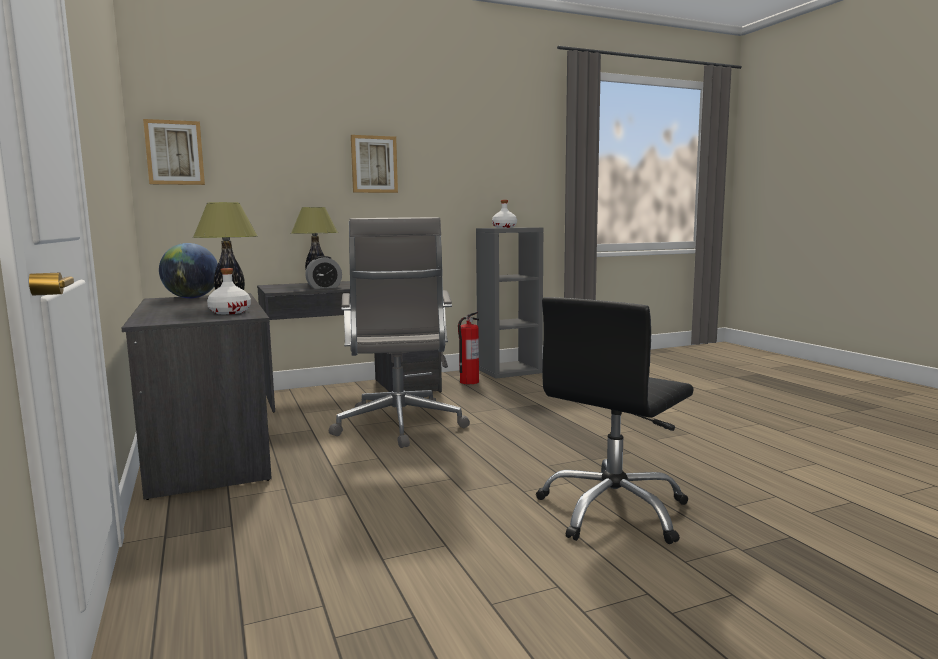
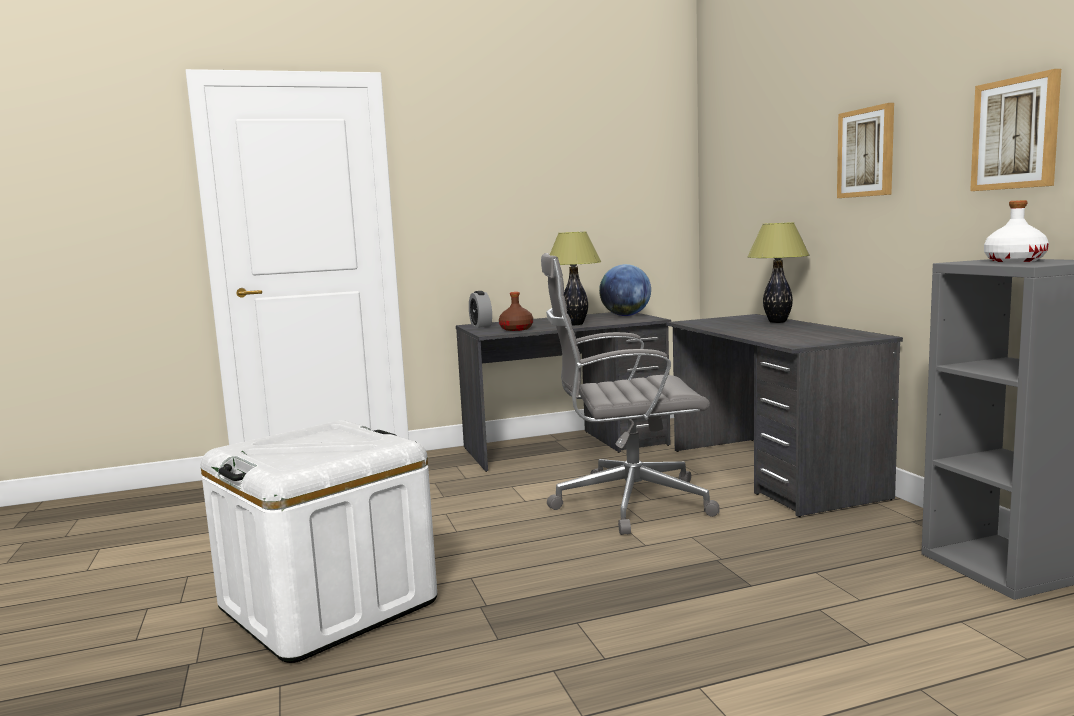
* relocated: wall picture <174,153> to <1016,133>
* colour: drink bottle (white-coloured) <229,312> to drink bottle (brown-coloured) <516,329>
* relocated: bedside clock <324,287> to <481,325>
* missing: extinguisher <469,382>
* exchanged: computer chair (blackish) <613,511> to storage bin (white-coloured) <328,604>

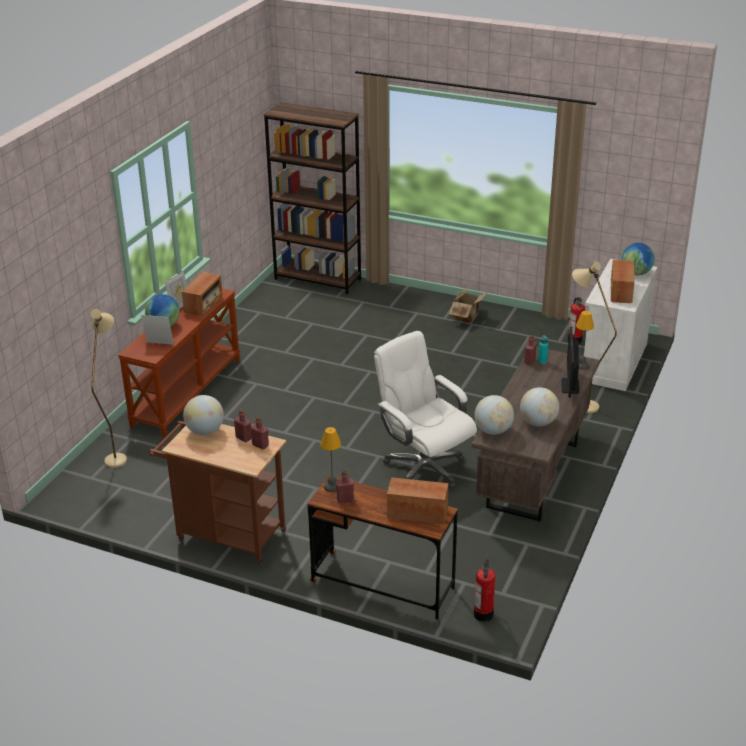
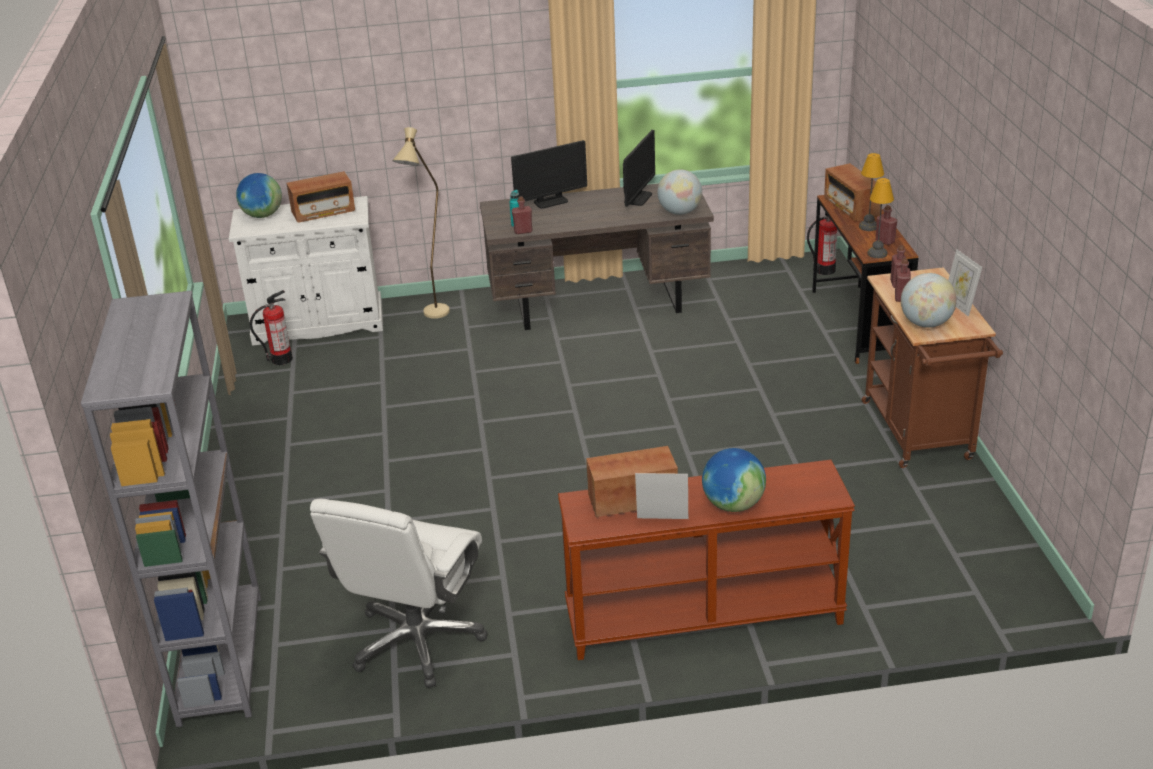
* missing: standing lamp (sand-coloured) <117,456>
* relocated: picture frame <159,344> to <959,306>
* colour: shelving unit (brown-coloured) <318,279> to shelving unit (gray) <220,658>
* relocated: computer chair (white-coloured) <423,467> to <417,641>
* missing: carton <468,317>
* exchanged: desk globe <538,422> to computer screen <638,198>
* relocated: table lamp <580,365> to <868,227>

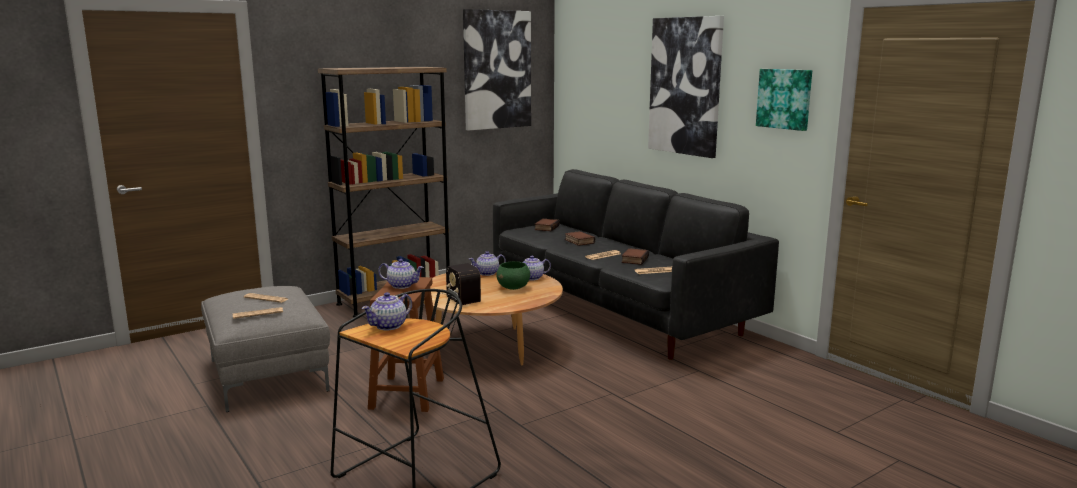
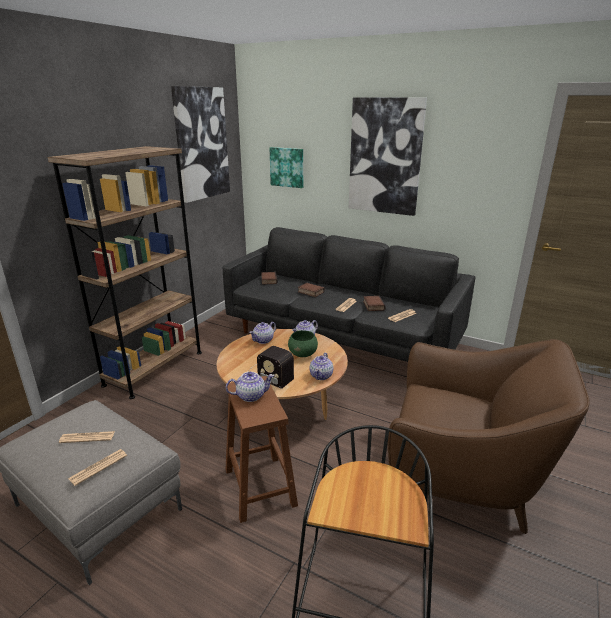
* relocated: pot for tea <389,326> to <321,375>
* relocated: wall picture <785,99> to <287,167>
* appeared: lounge chair (brown-coloured) <462,476>

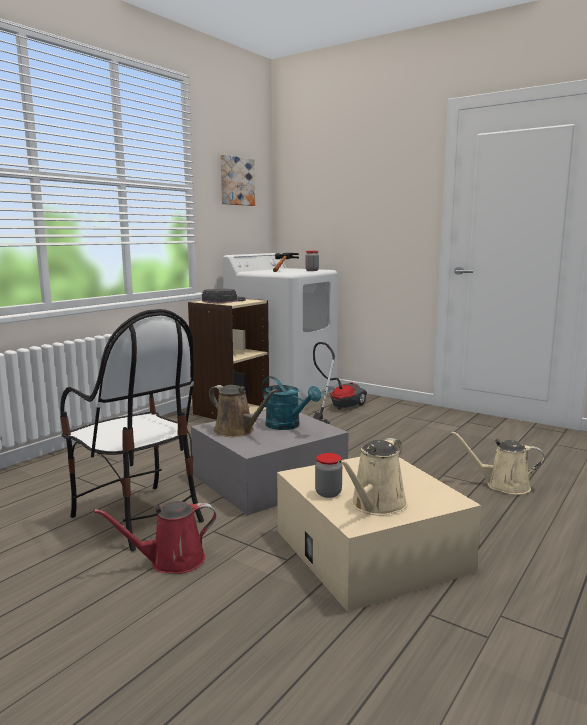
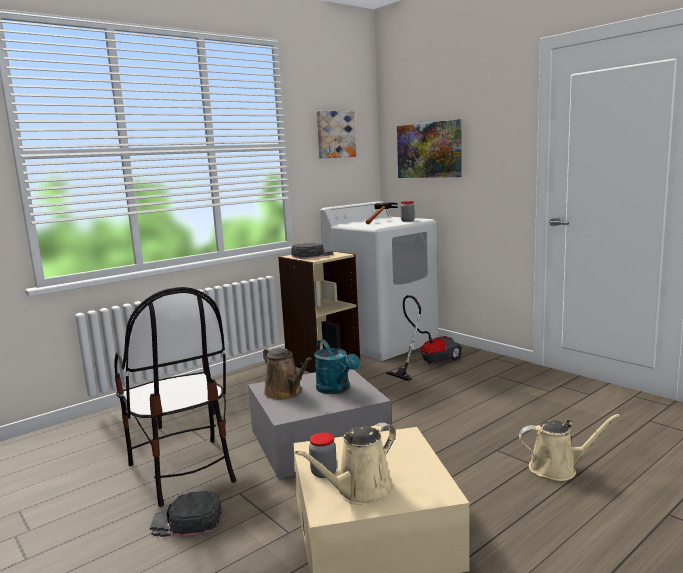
* exchanged: sprinkling can (red) <171,561> to baseball cap (blackish) <187,521>
* spun: sprinkling can (sand-coloured) <503,485> = <557,468> 150 degrees clockwise
* appeared: wall picture <429,150>

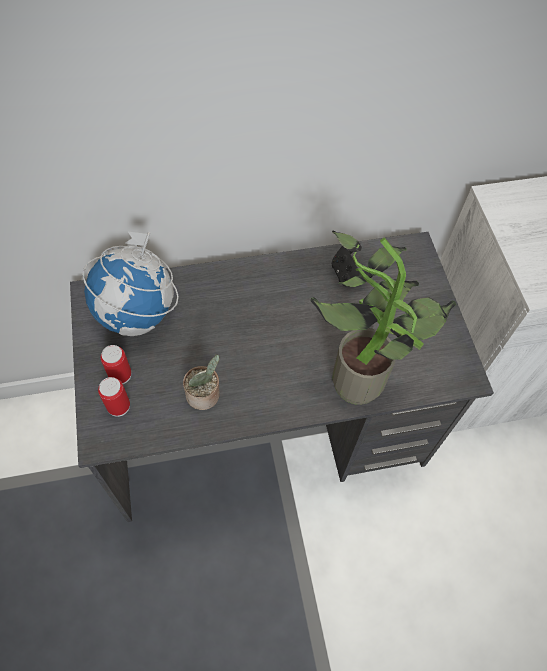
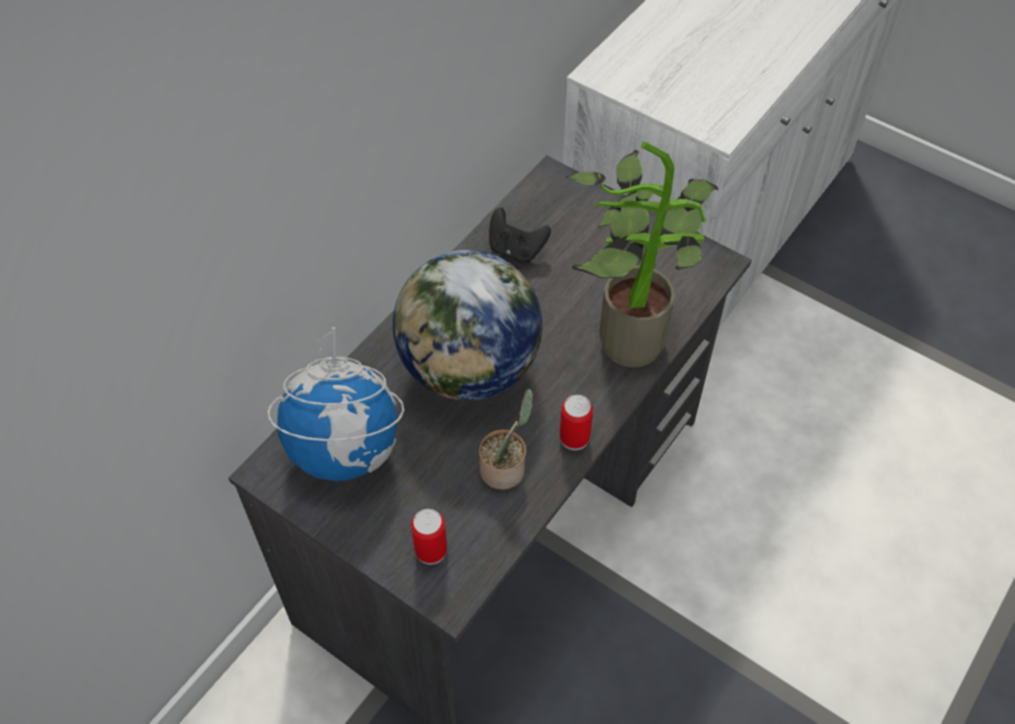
* relocated: metal can <120,375> to <574,438>
* appeared: desk globe <470,369>

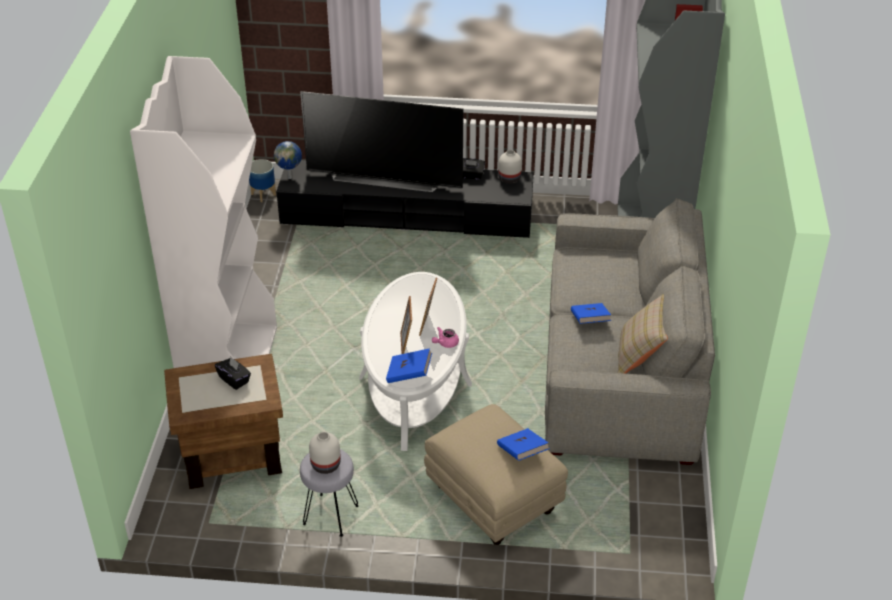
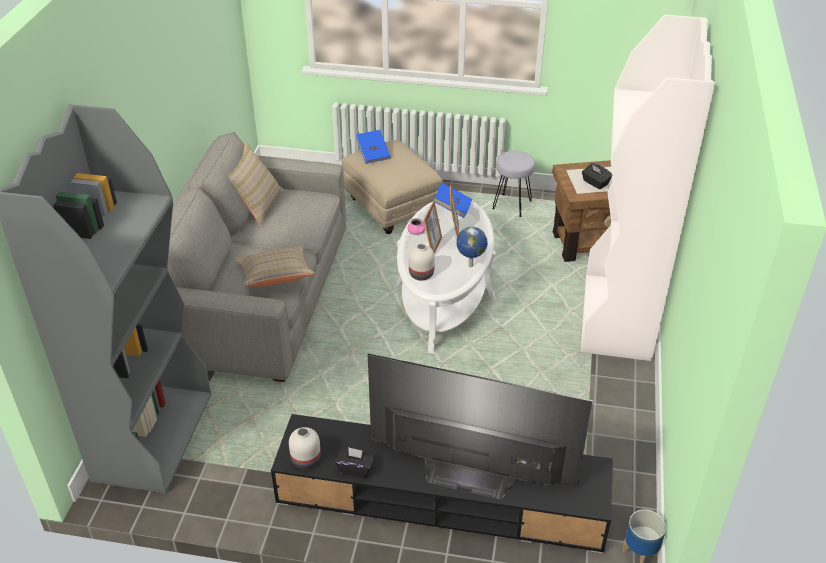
* relocated: desk globe <290,177> to <470,265>
* relocated: vase (white-coloured) <325,465> to <421,274>
* missing: book (blue) <589,321>
* appeared: cushion (sand-coloured) <276,277>

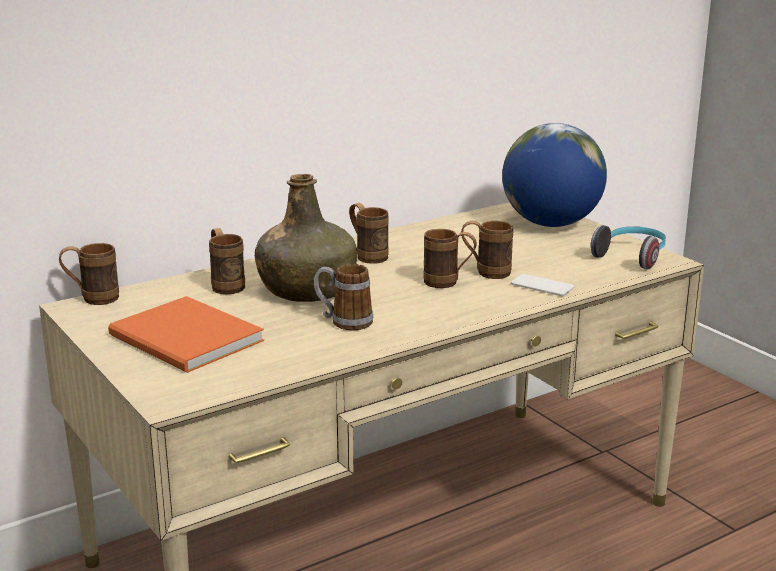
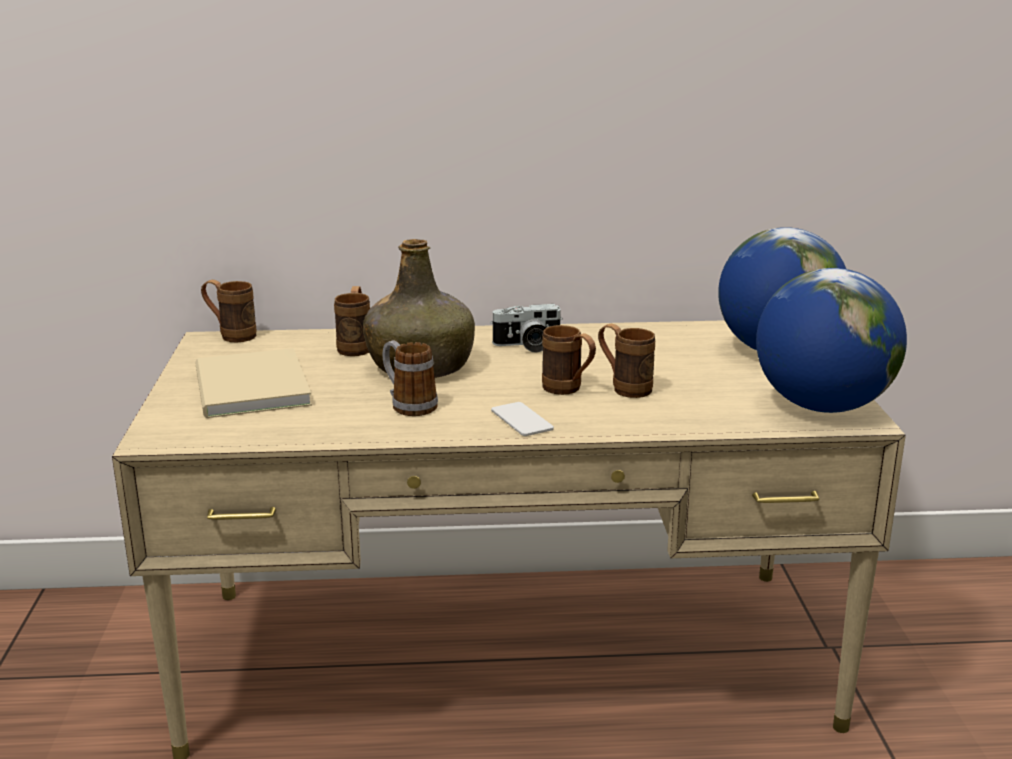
* colour: book (orange-coloured) <186,340> to book (sand-coloured) <248,389>
* exchanged: mug (brown-coloured) <367,255> to still camera <528,346>
* relocated: telephone <542,286> to <521,420>
* exchanged: pair of headphones <632,257> to desk globe <822,406>

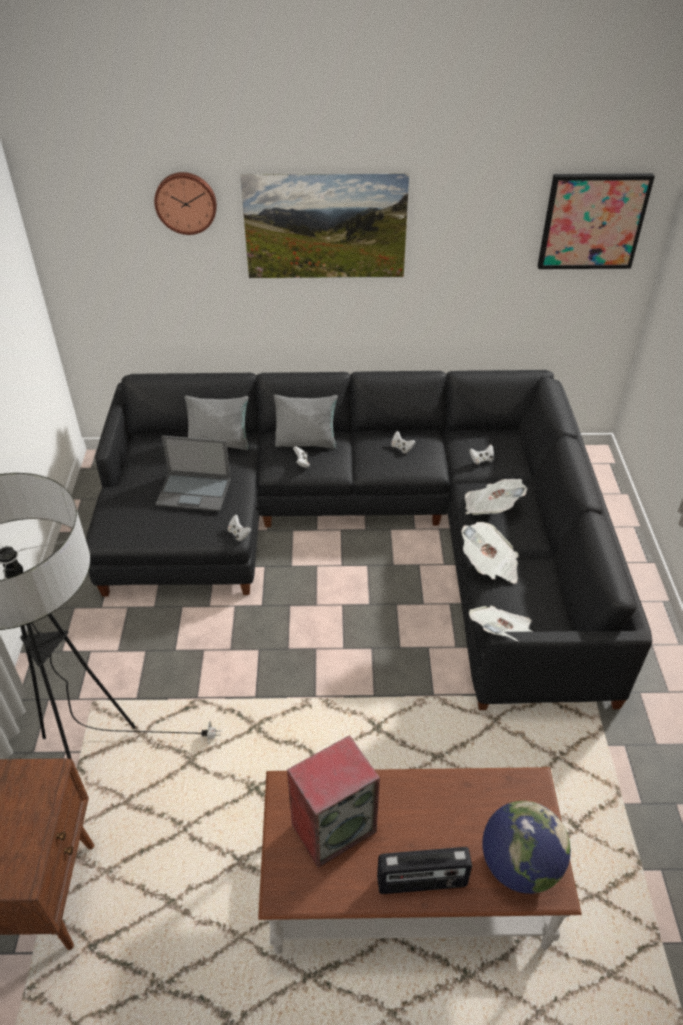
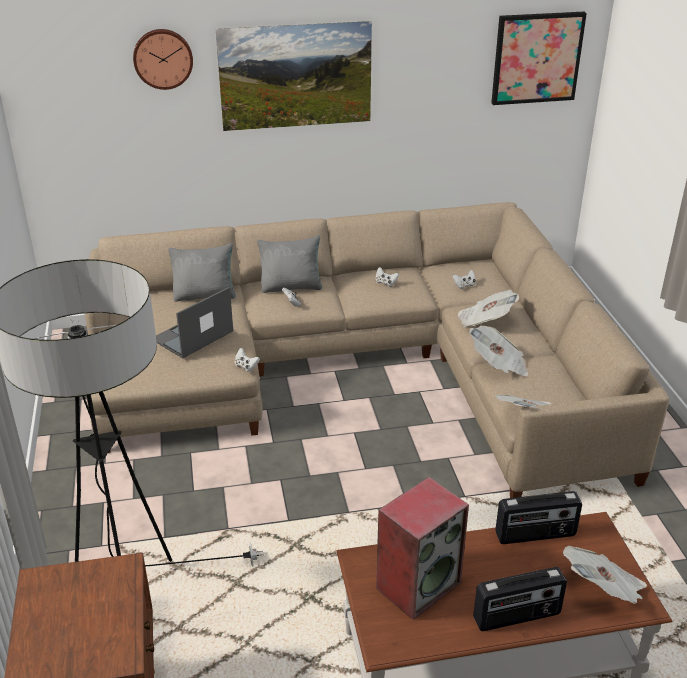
* colour: settee (blackish) <367,530> to settee (sand-coloured) <360,368>
* spun: portable computer <195,492> = <192,336> 135 degrees clockwise
* exchanged: desk globe <519,865> to newspaper <603,590>
* appeared: radio receiver <535,535>

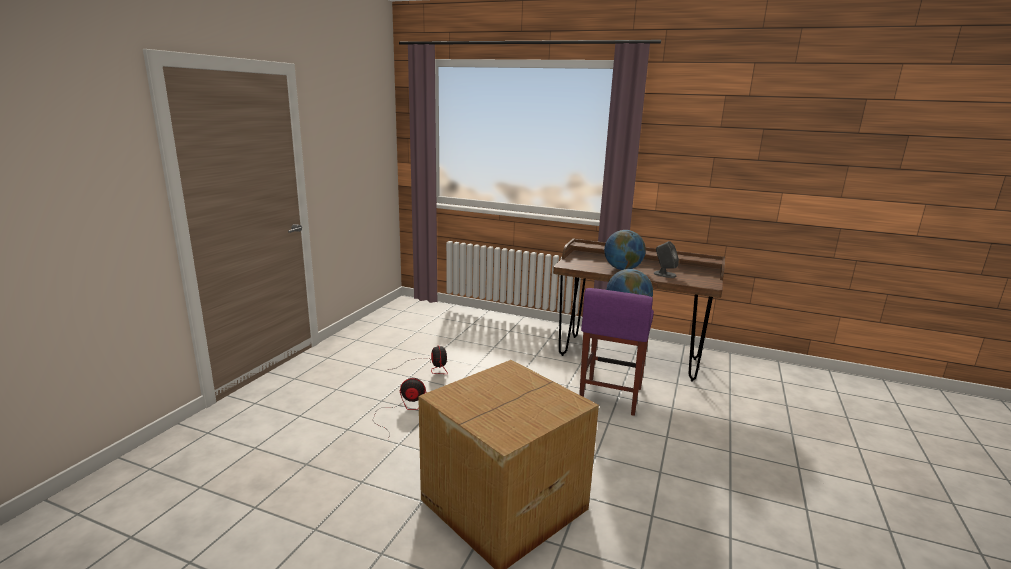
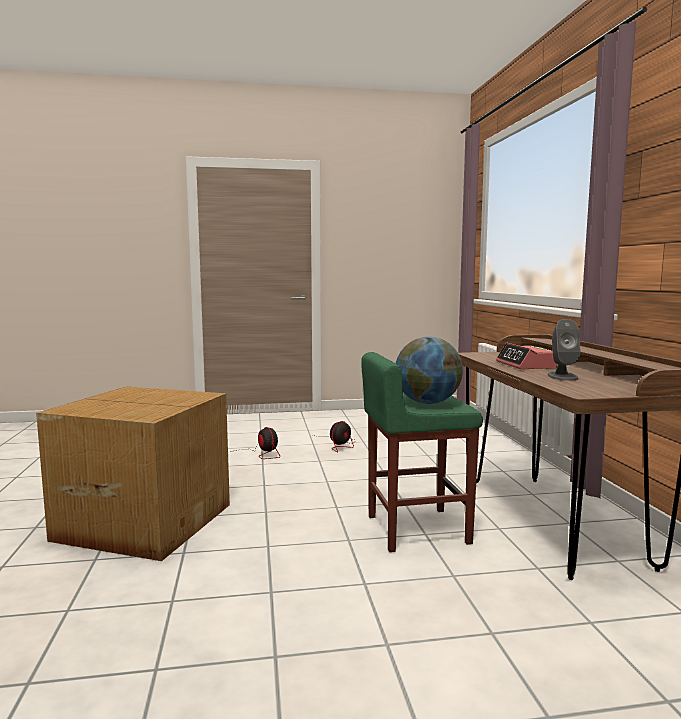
* colour: sitting stool (purplish) <610,396> to sitting stool (green-coloured) <415,529>
* exchanged: desk globe <622,269> to bedside clock <526,365>

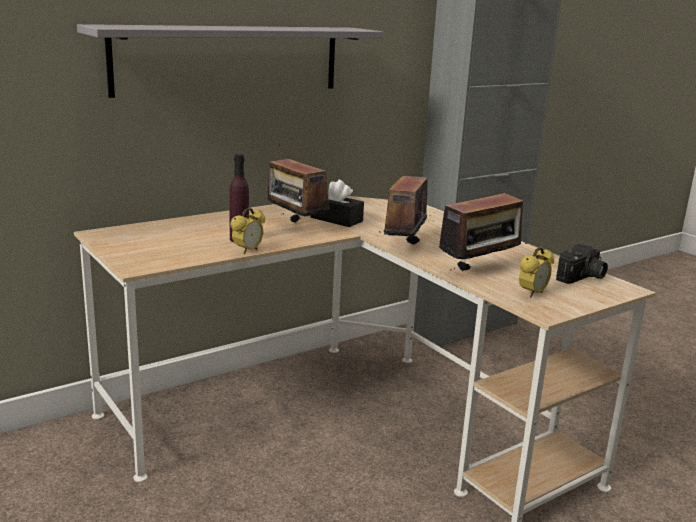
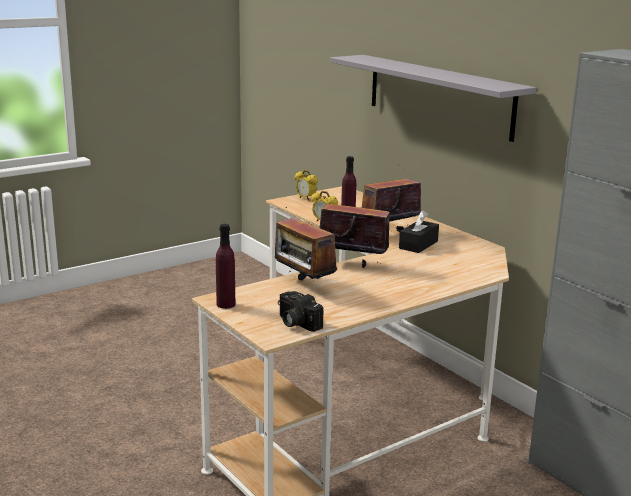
* relocated: bedside clock <532,294> to <305,198>
* appeared: drink bottle (purplish) <226,304>

